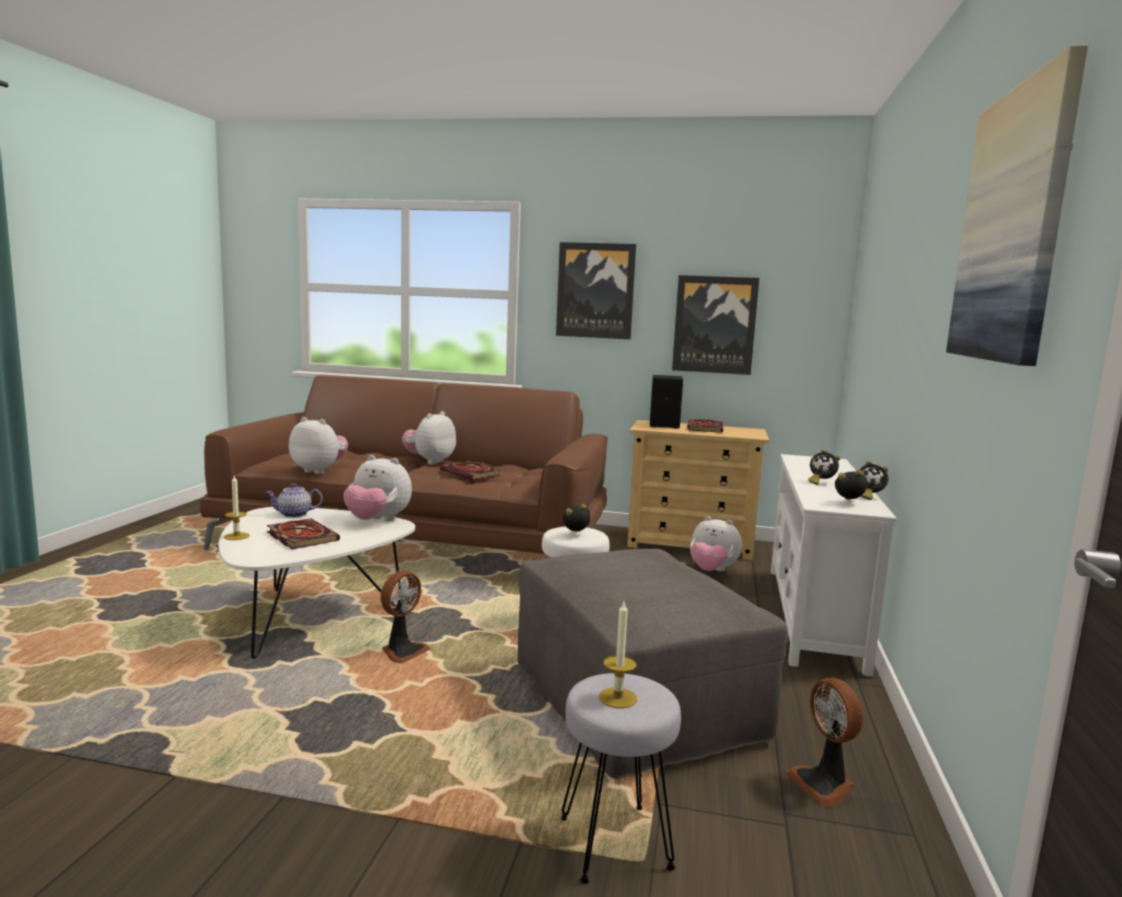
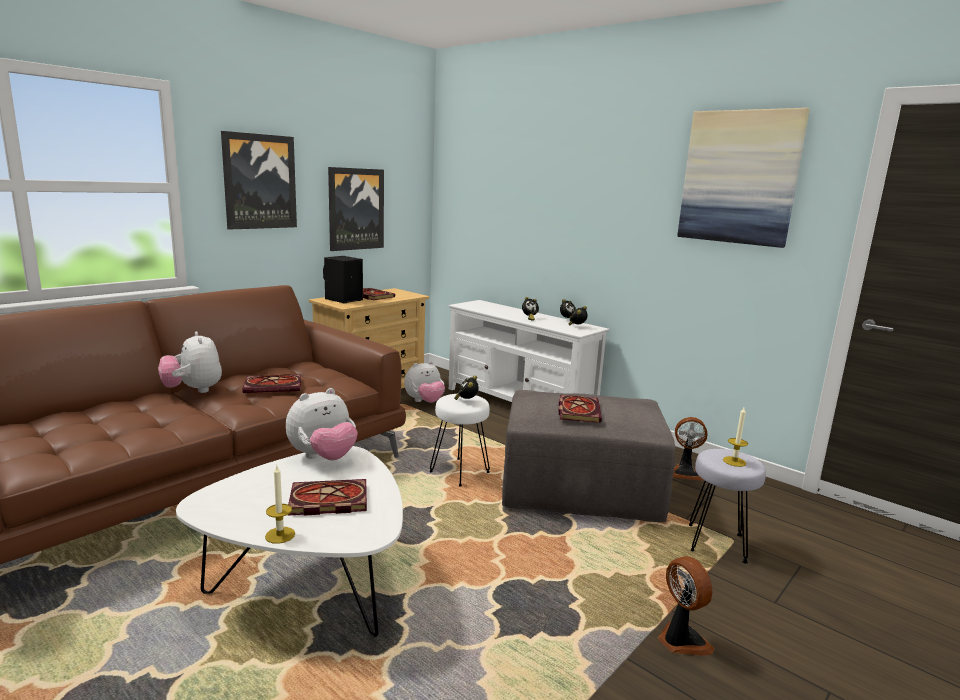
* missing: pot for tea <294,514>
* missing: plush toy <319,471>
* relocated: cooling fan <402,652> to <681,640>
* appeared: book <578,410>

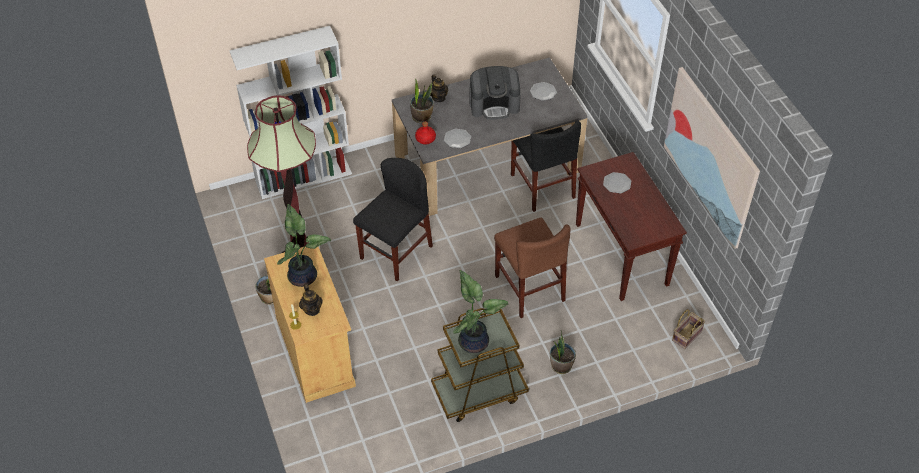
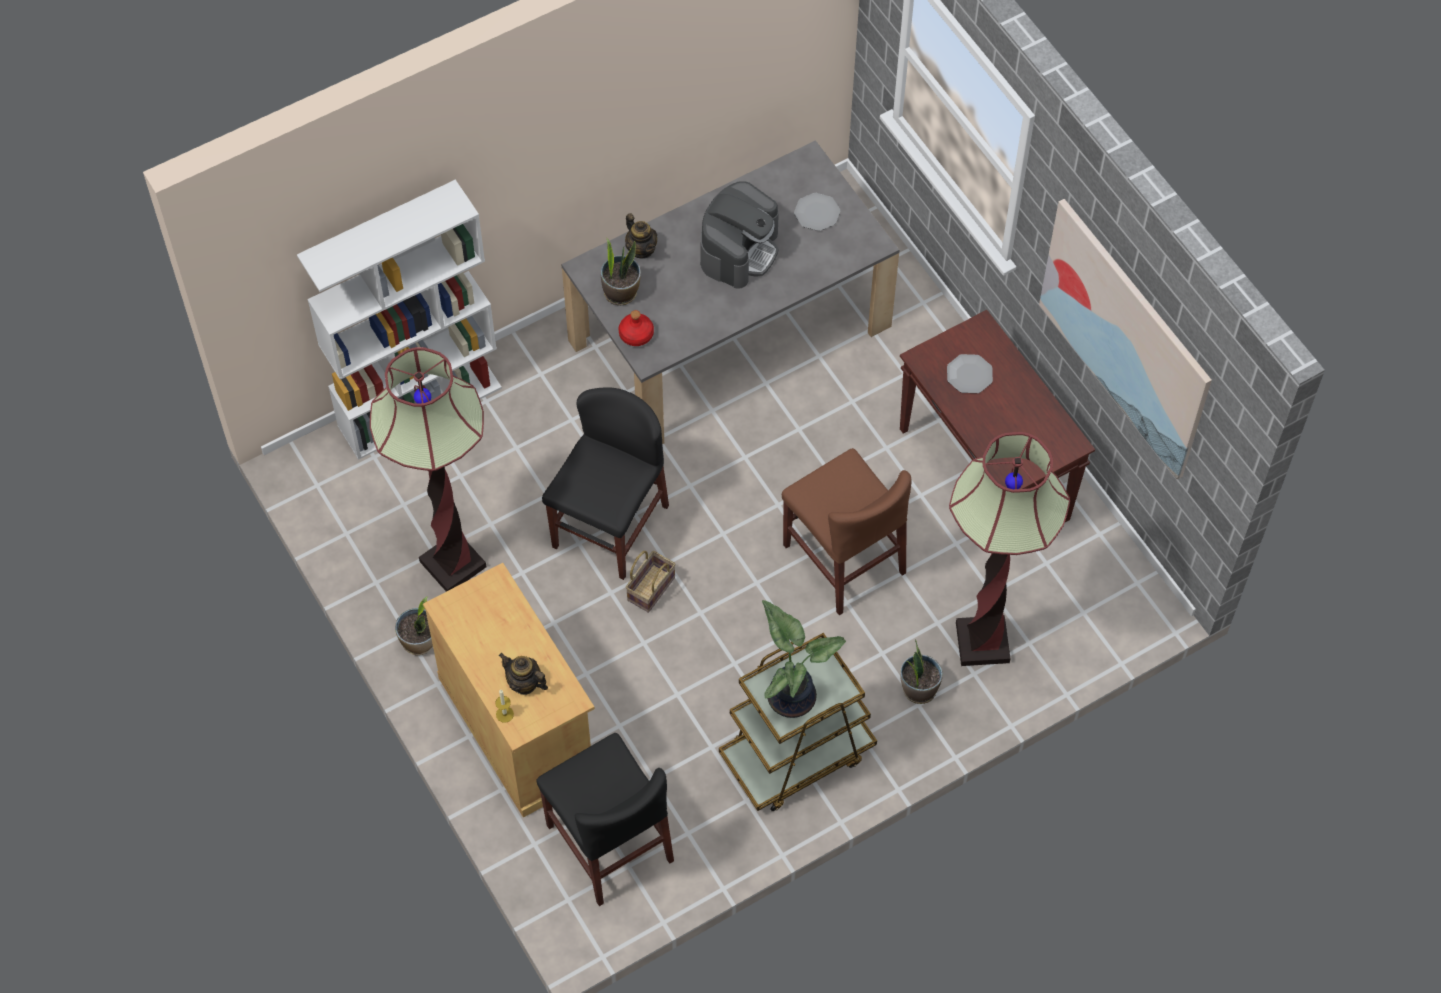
* missing: potted plant <303,275>
* spun: pot for tea <312,309> = <524,683> 150 degrees clockwise
* missing: flat dish <457,139>
* spun: coffee brewer <494,104> = <739,250> 45 degrees counterclockwise
* relocated: plain chair (blackish) <542,186> to <609,843>
* relocated: storage basket <686,335> to <651,587>
* appeared: standing lamp <982,643>

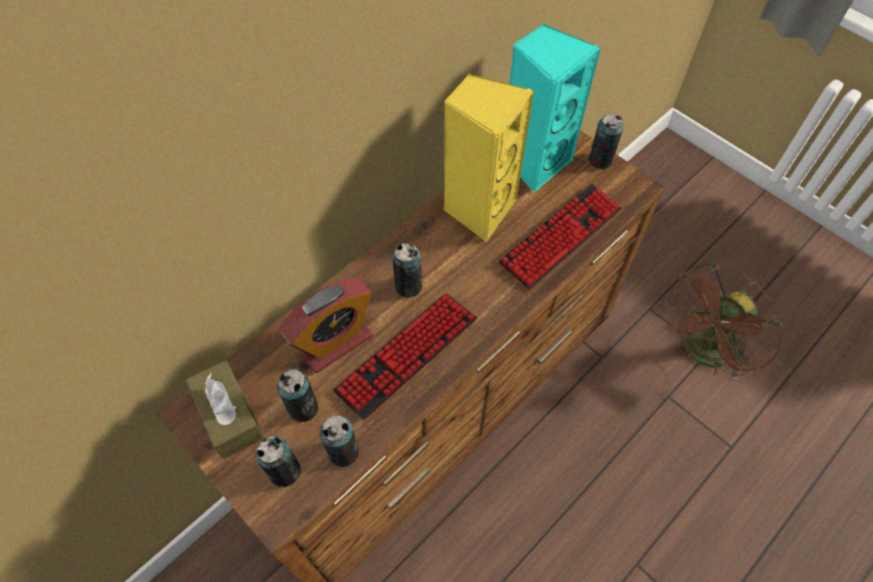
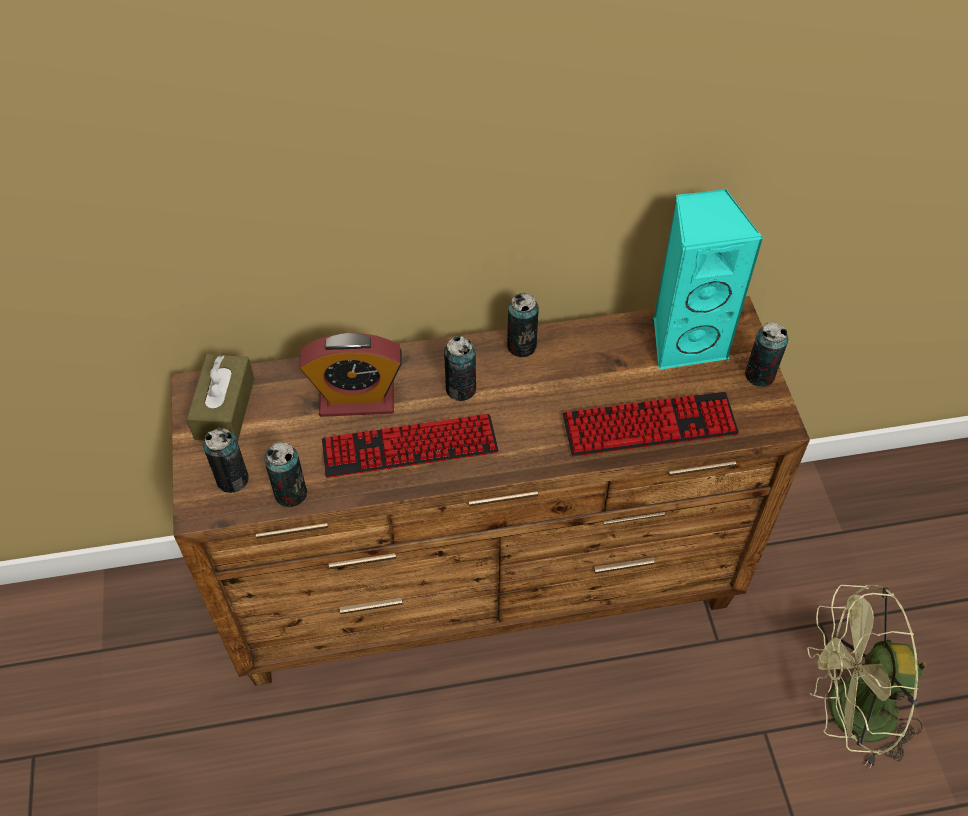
* relocated: metal can <303,408> to <521,346>
* missing: speaker (yellowish) <478,208>
* colour: cooling fan (brown-coloured) <702,354> to cooling fan (green-coloured) <846,713>

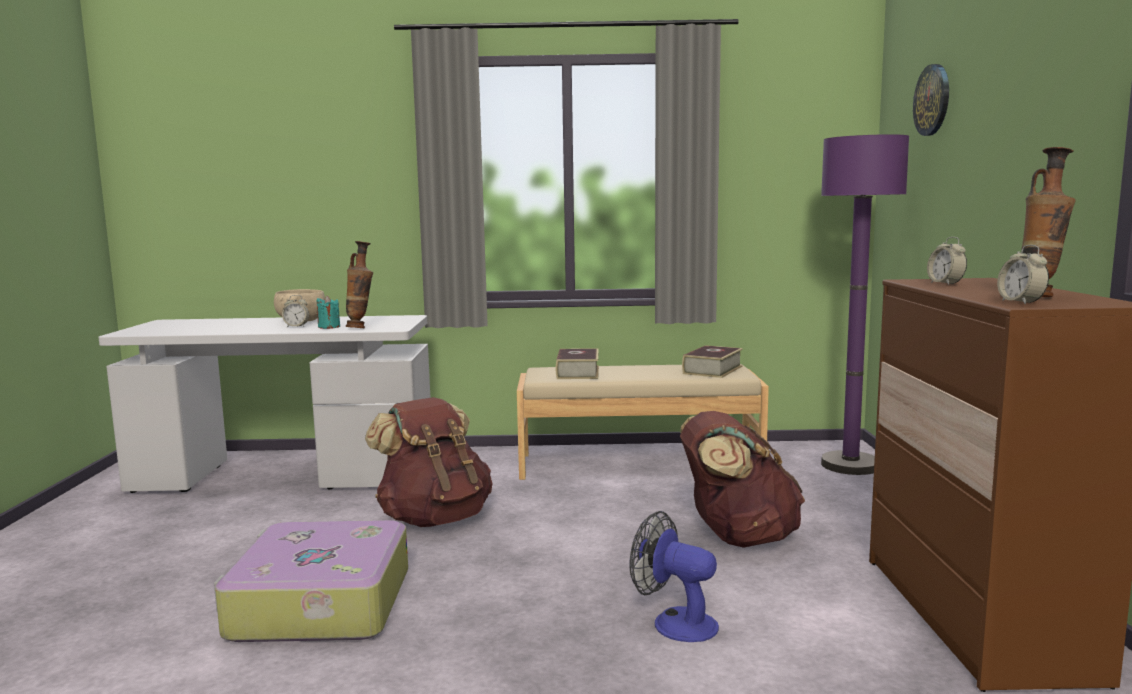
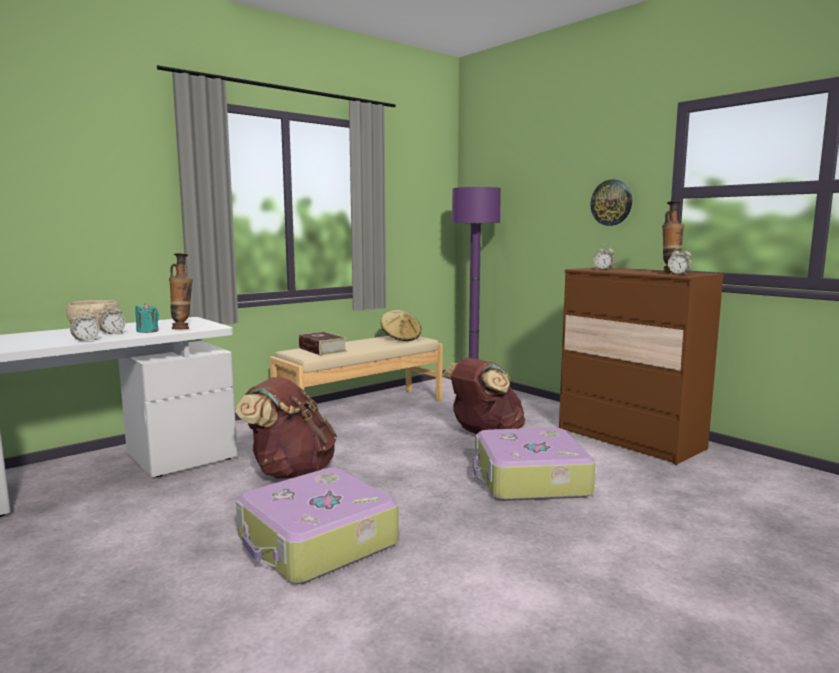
* exchanged: cooling fan <674,622> to suitcase <529,480>
* exchanged: book <712,370> to clothing hat (sand-coloured) <401,338>
* relocated: hanging clock <932,100> to <611,202>
* appeared: bedside clock <86,341>

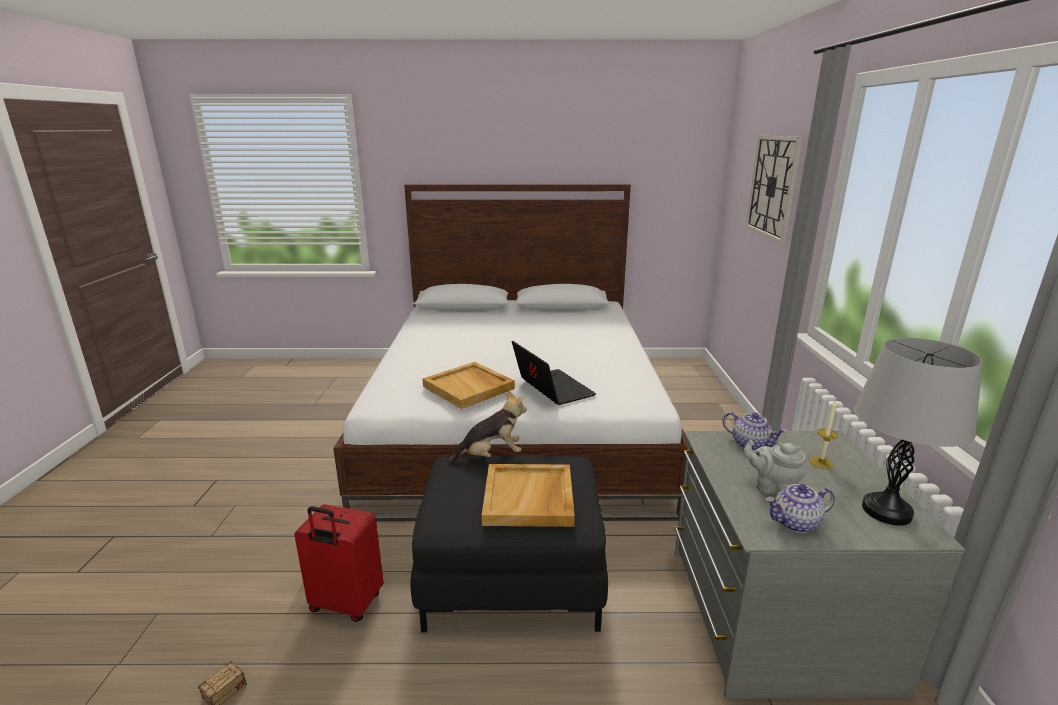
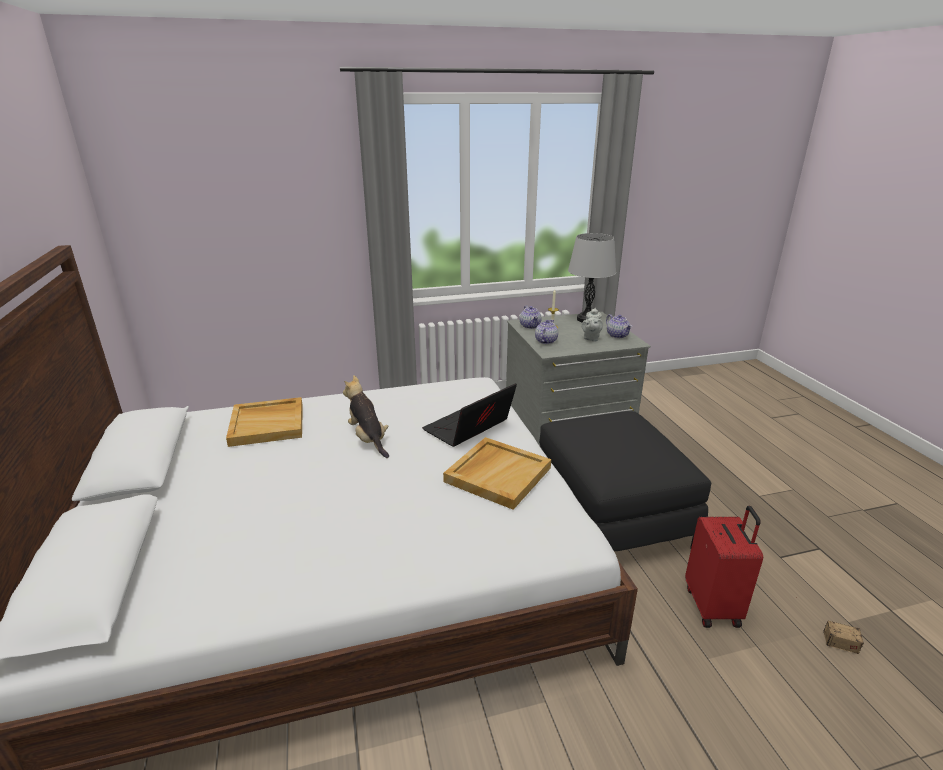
* relocated: plush toy <491,456> to <368,439>
* relocated: serving tray (sand-coloured) <529,498> to <268,424>
* missing: hanging clock <773,186>
* appeared: pot for tea <530,326>

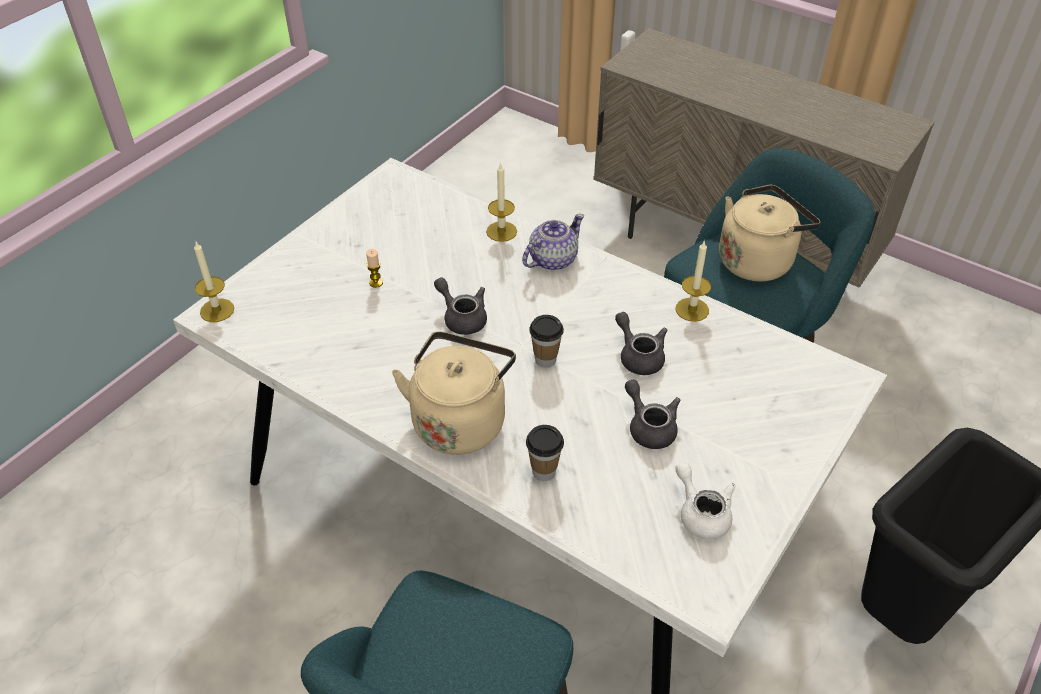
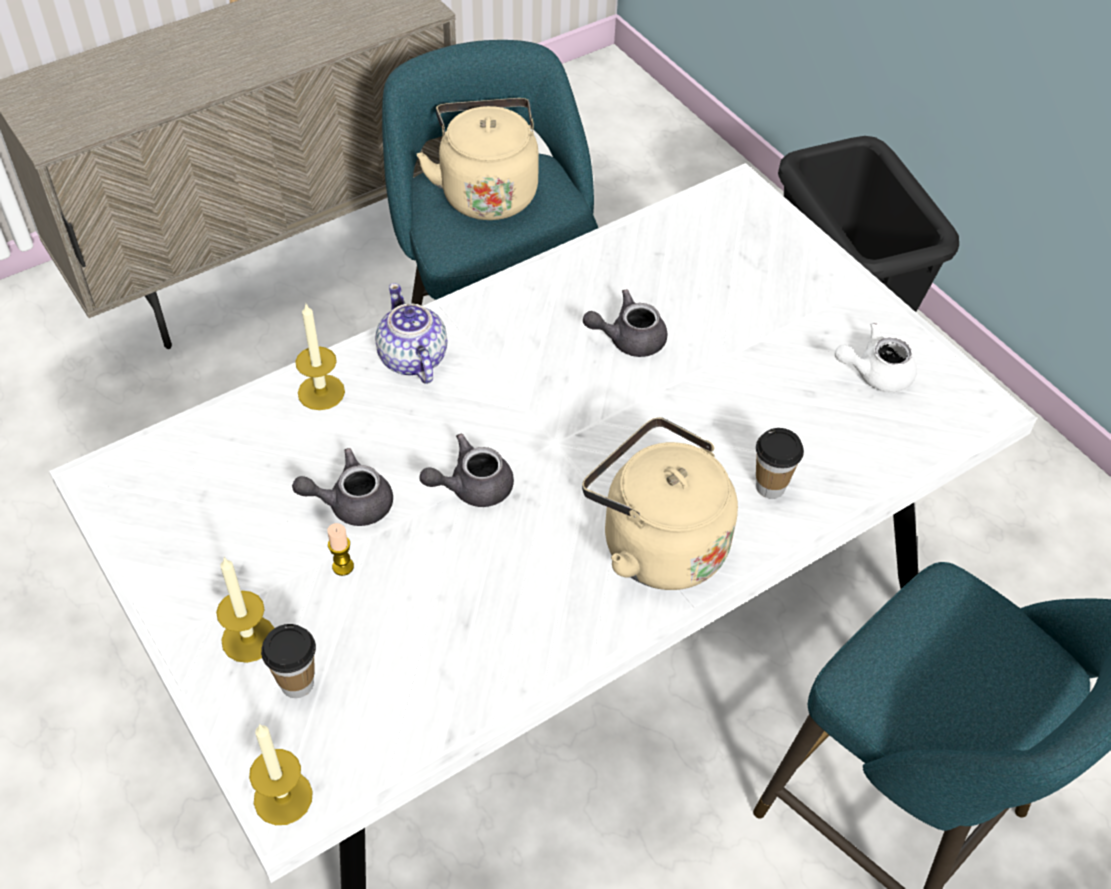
* relocated: cup <545,360> to <297,683>
* relocated: pot for tea (gray) <649,427> to <351,503>
* relocated: wax candle <692,309> to <248,638>

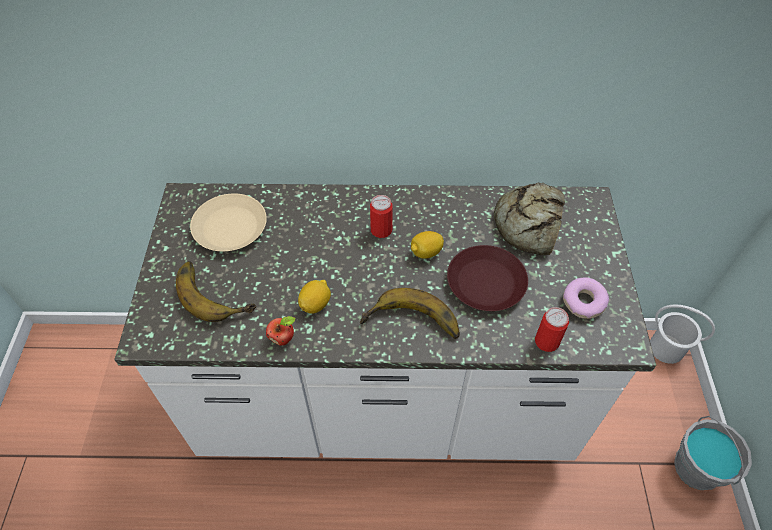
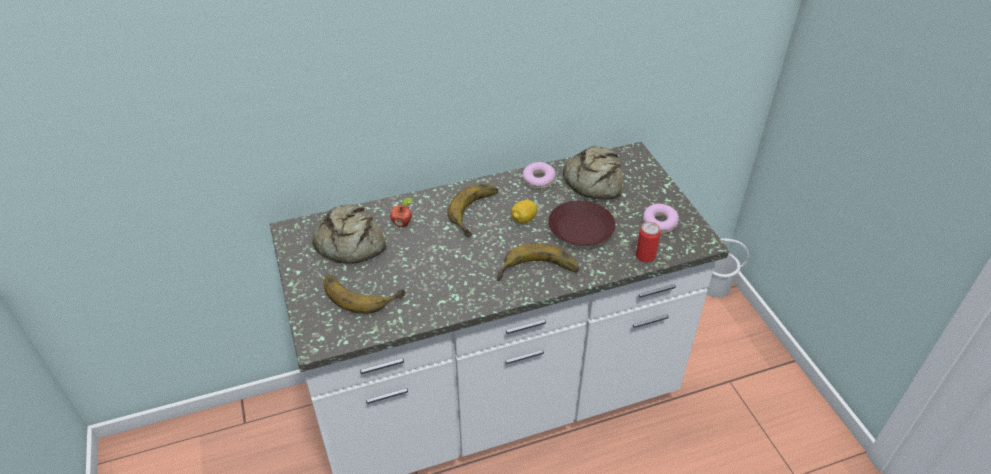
* exchanged: flat dish (sand-coloured) <231,228> to bakery bread <349,243>
* relocated: apple fruit <283,339> to <403,223>
* missing: whole lemon <315,304>
* exchanged: metal can <381,230> to whole banana <479,213>
* missing: pail (gray) <697,468>
* appeared: donut <538,180>

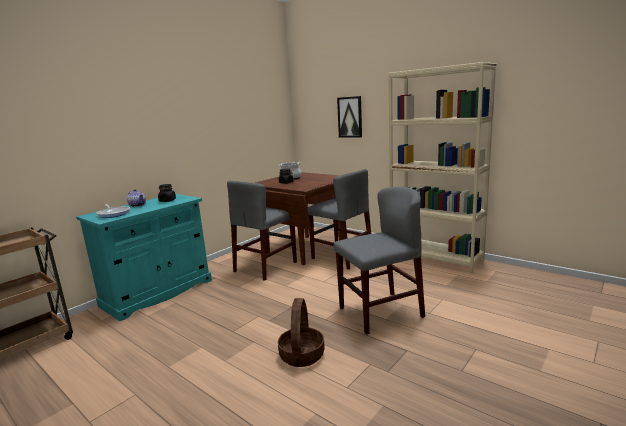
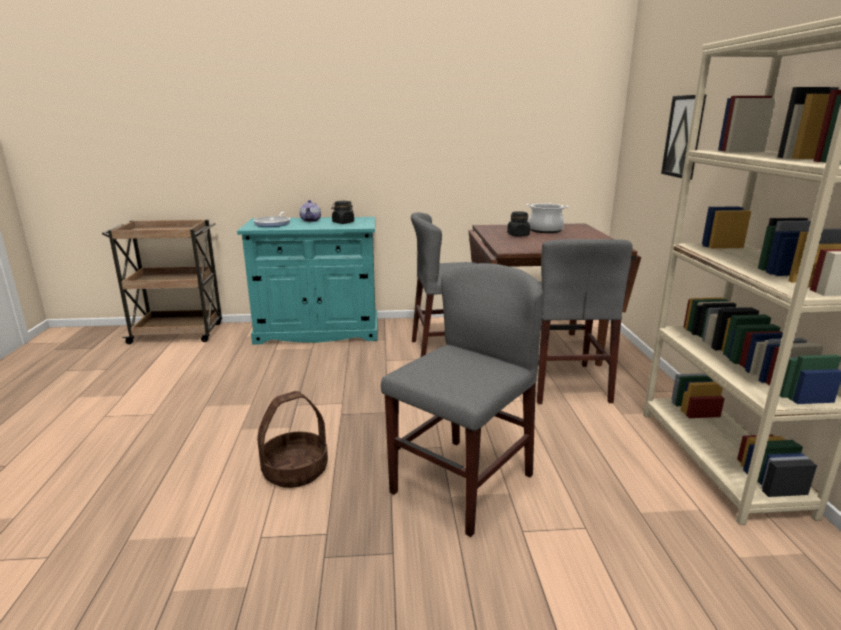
* spun: plain chair (gray) <380,312> = <462,483> 75 degrees counterclockwise

